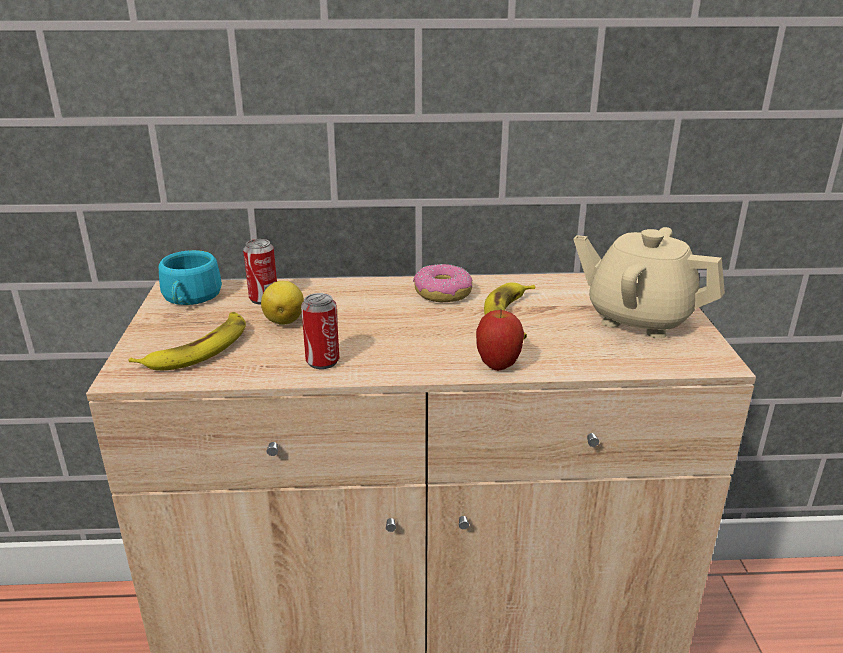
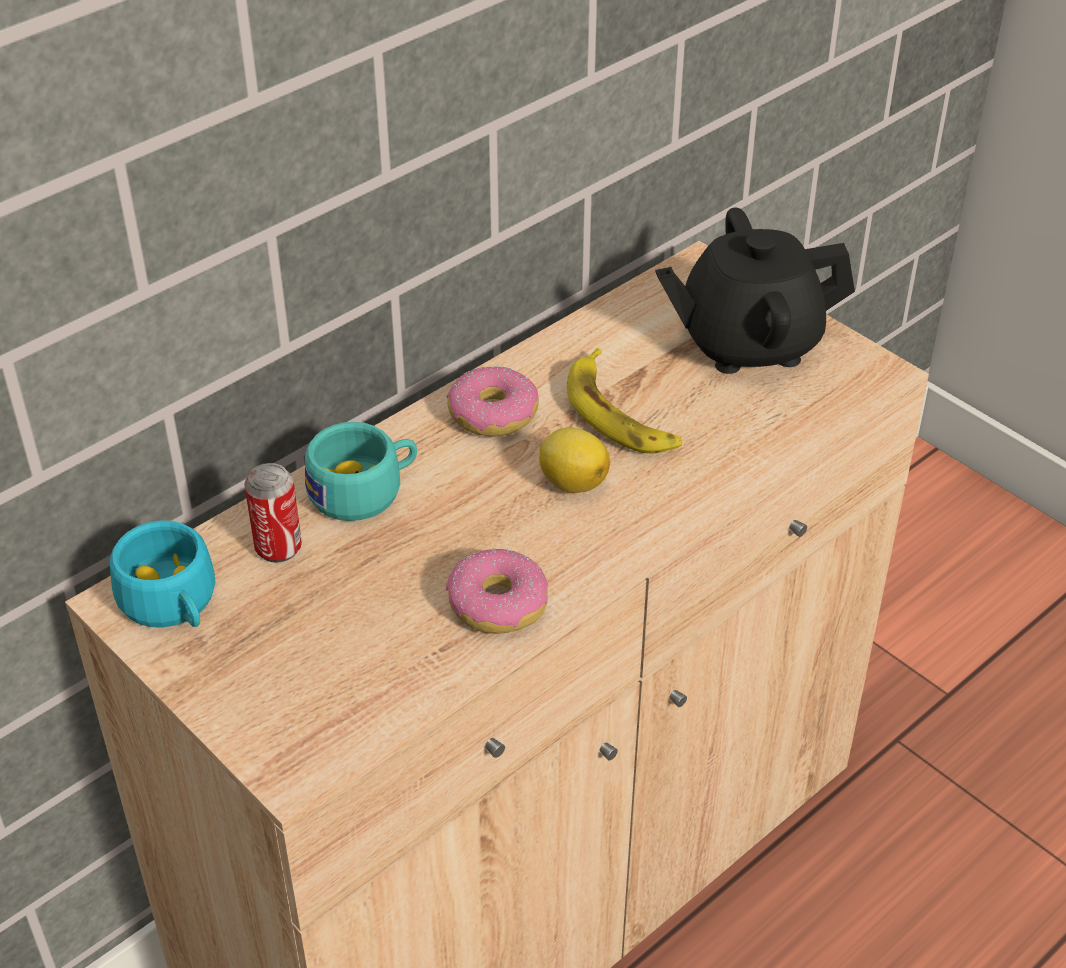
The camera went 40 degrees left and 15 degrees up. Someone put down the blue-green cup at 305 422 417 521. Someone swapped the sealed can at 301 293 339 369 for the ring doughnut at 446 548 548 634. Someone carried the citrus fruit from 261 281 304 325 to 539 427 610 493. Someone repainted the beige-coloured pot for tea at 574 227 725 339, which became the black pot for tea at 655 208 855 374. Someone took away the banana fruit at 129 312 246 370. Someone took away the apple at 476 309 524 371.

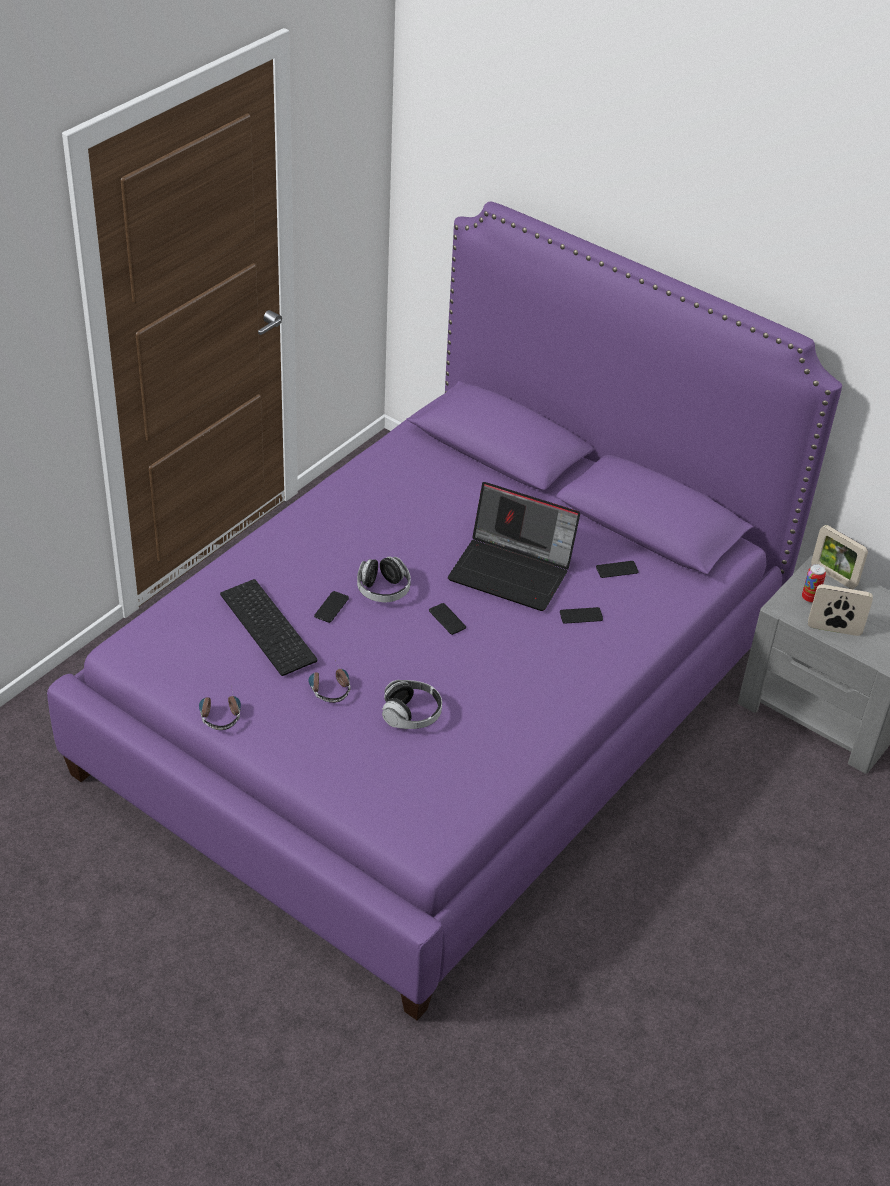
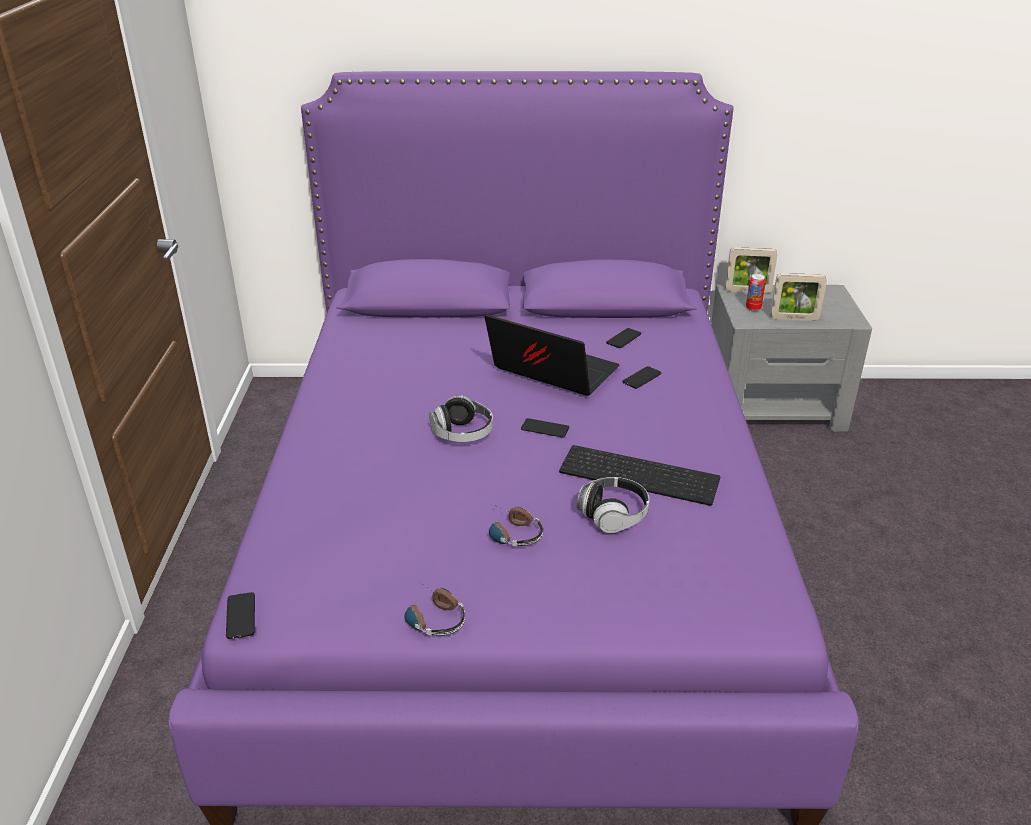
The camera went 35 degrees left and 10 degrees down. Someone carried the phone from 314 591 349 623 to 226 592 255 639. Someone rotated the portable computer at 448 482 580 611 by 135 degrees counterclockwise. Someone carried the computer keyboard from 220 579 318 676 to 559 445 720 506. Someone rotated the picture frame at 808 584 873 636 by 150 degrees counterclockwise.

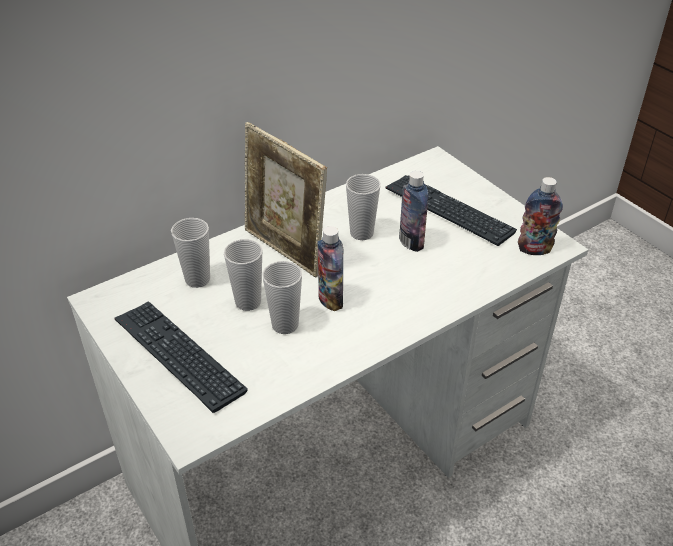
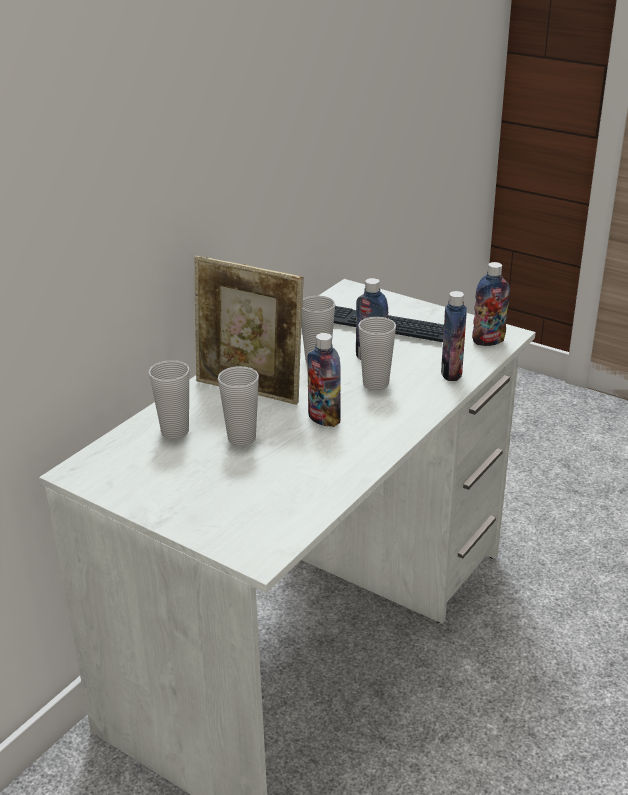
The camera went 20 degrees left and 10 degrees down. Someone carried the cup from 262 261 302 334 to 358 317 396 391. Someone put down the drink bottle at 441 291 467 381. Someone took away the computer keyboard at 114 301 248 413.

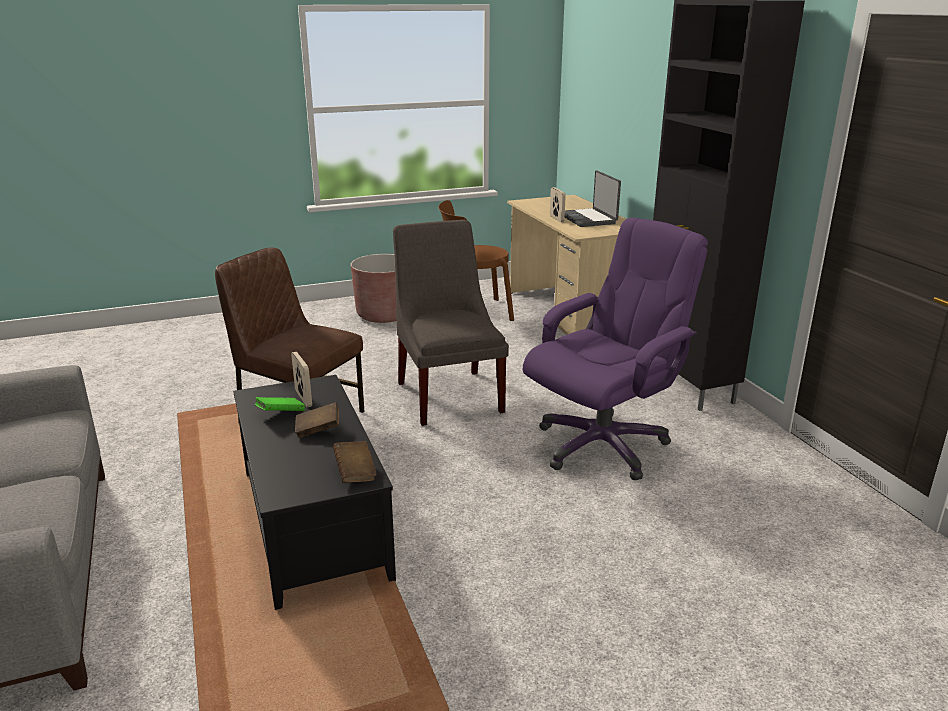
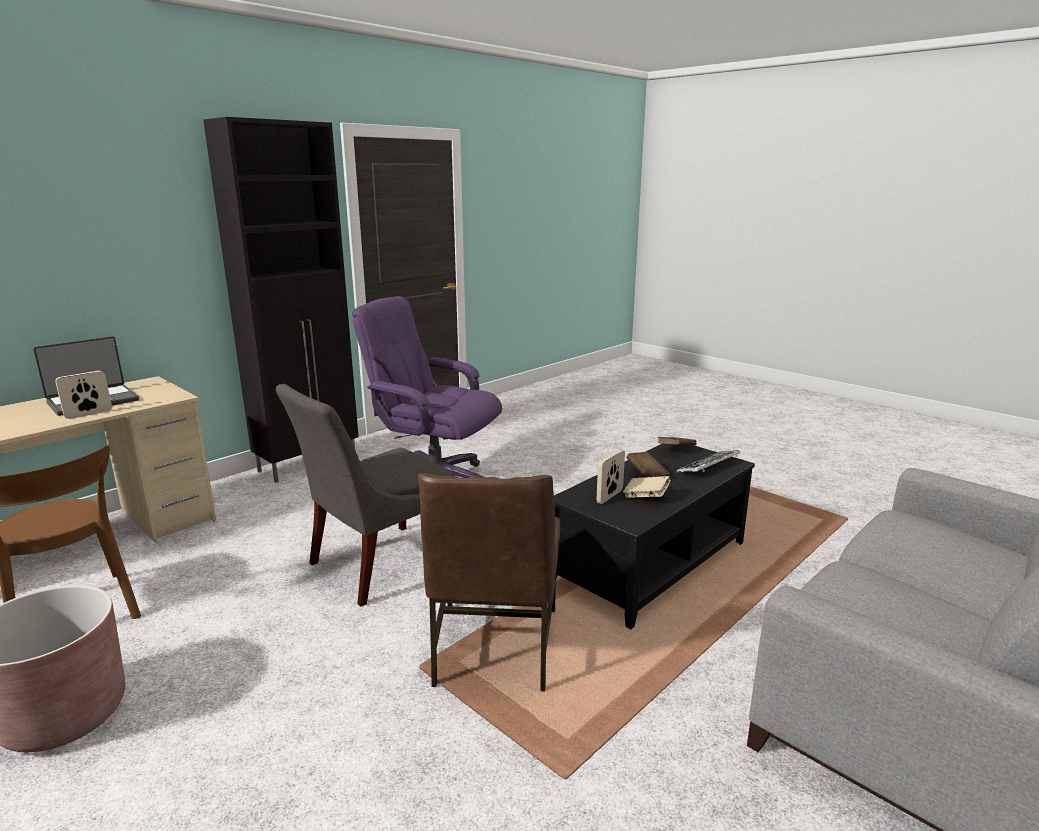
The camera went 115 degrees left and 5 degrees down. Someone repainted the green-coloured bound book at 255 397 305 411, which became the beige-coloured bound book at 623 476 671 498. Someone put down the computer keyboard at 677 450 740 472.

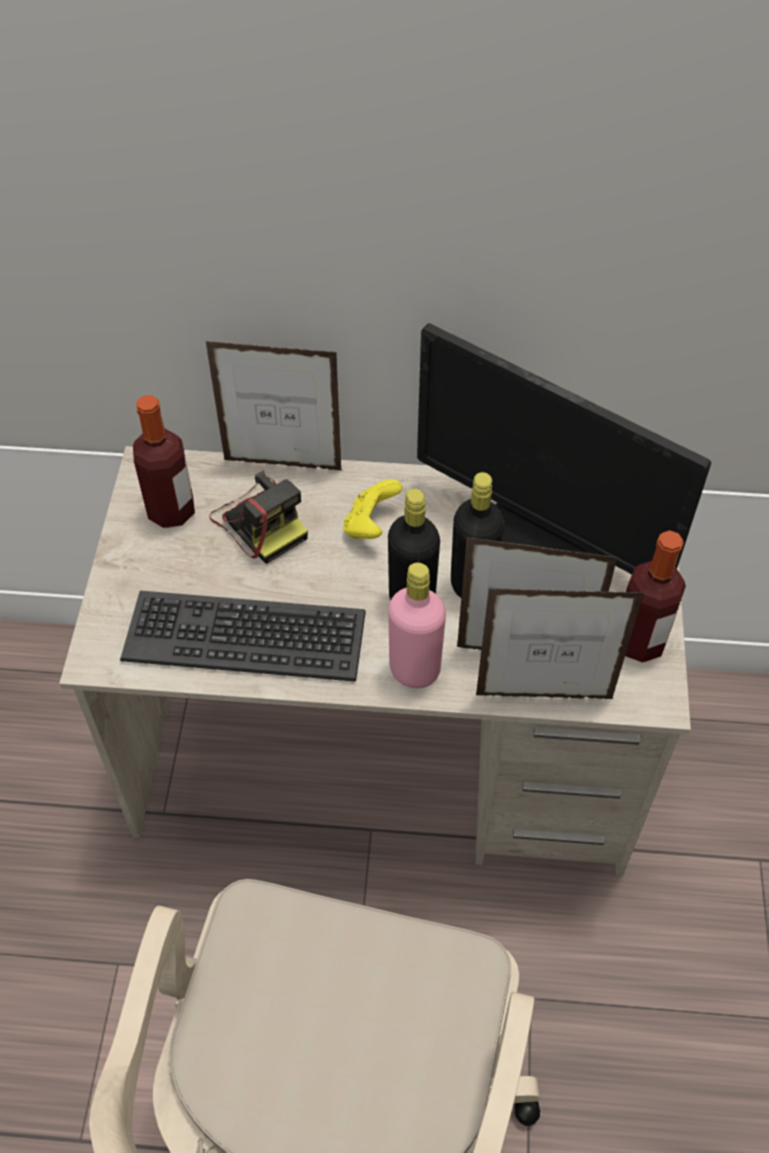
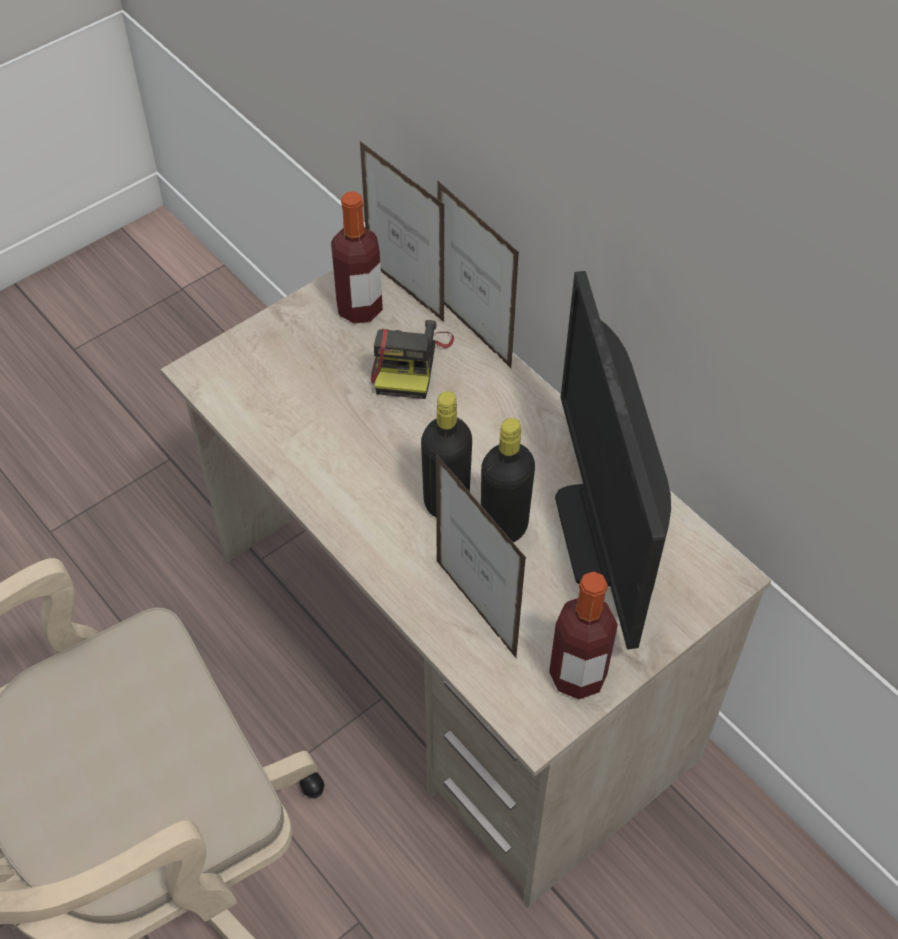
The camera went 45 degrees right and 0 degrees up. Someone carried the picture frame from 476 589 644 699 to 360 141 445 323. Someone took away the computer keyboard at 120 590 366 682. Someone took away the yellow-coloured game controller at 343 479 402 539. Someone took away the pink drink bottle at 388 563 446 688.

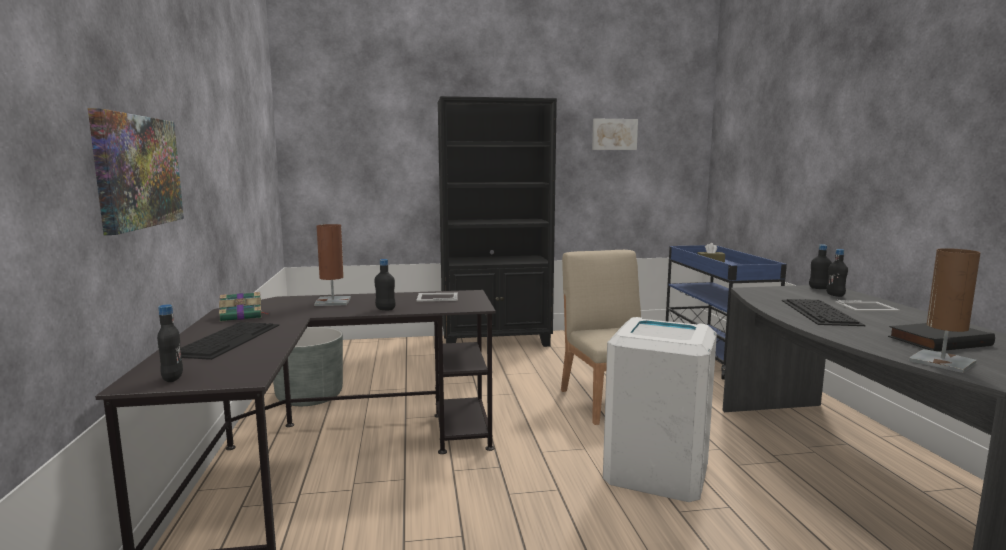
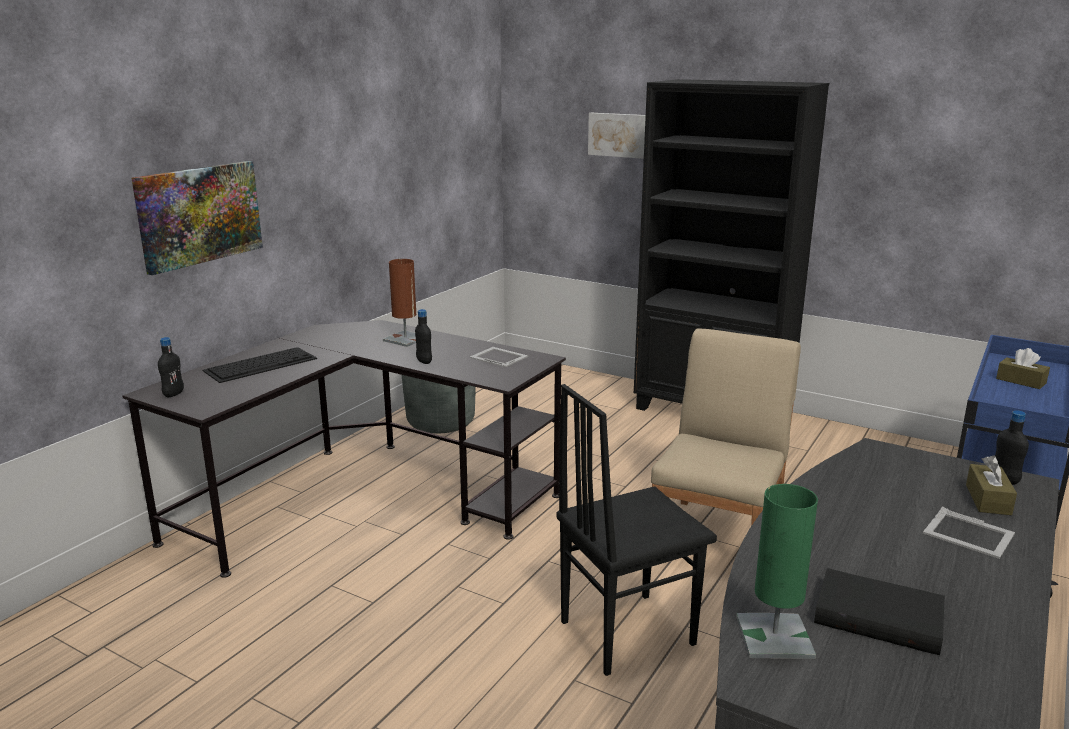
The camera went 40 degrees right and 10 degrees up. Someone swapped the whitish waste bin at 603 317 717 502 for the black plain chair at 556 384 717 676. Someone carried the picture from 592 119 638 150 to 588 113 646 159. Someone repainted the brown lamp for a table at 909 248 981 373, which became the green-coloured lamp for a table at 736 484 818 659. Someone swapped the black drink bottle at 826 249 848 297 for the brown tissue box at 966 455 1017 515. Someone took away the bound book at 219 292 268 322. Someone took away the computer keyboard at 782 299 866 326.

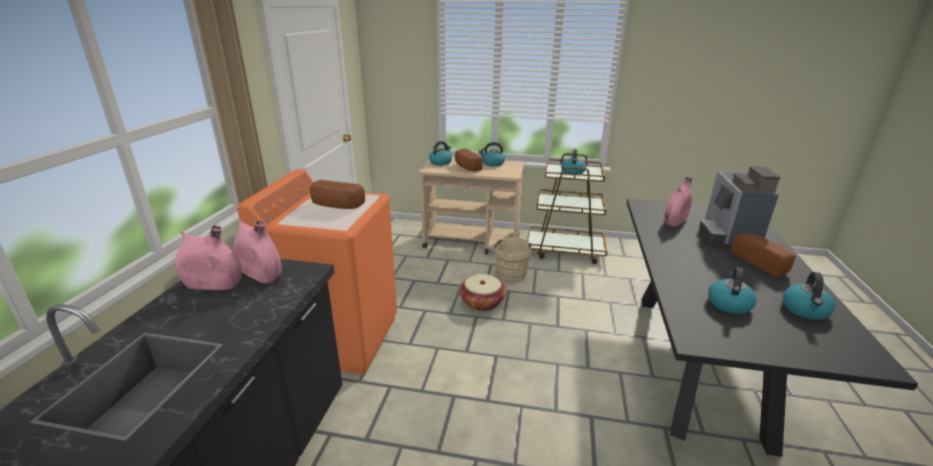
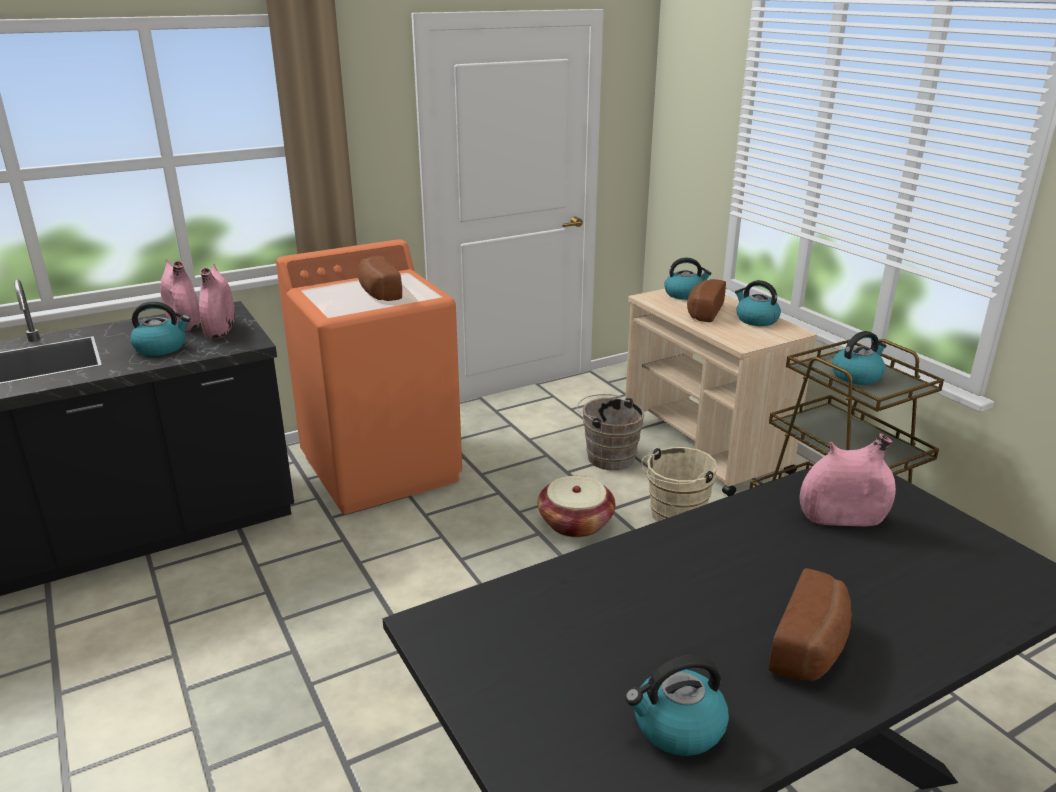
The camera went 50 degrees right and 0 degrees up. Someone carried the water kettle from 708 267 757 314 to 130 302 190 356. Someone put down the brown bucket at 577 394 645 470. Someone took away the coffee machine at 699 166 780 244.

